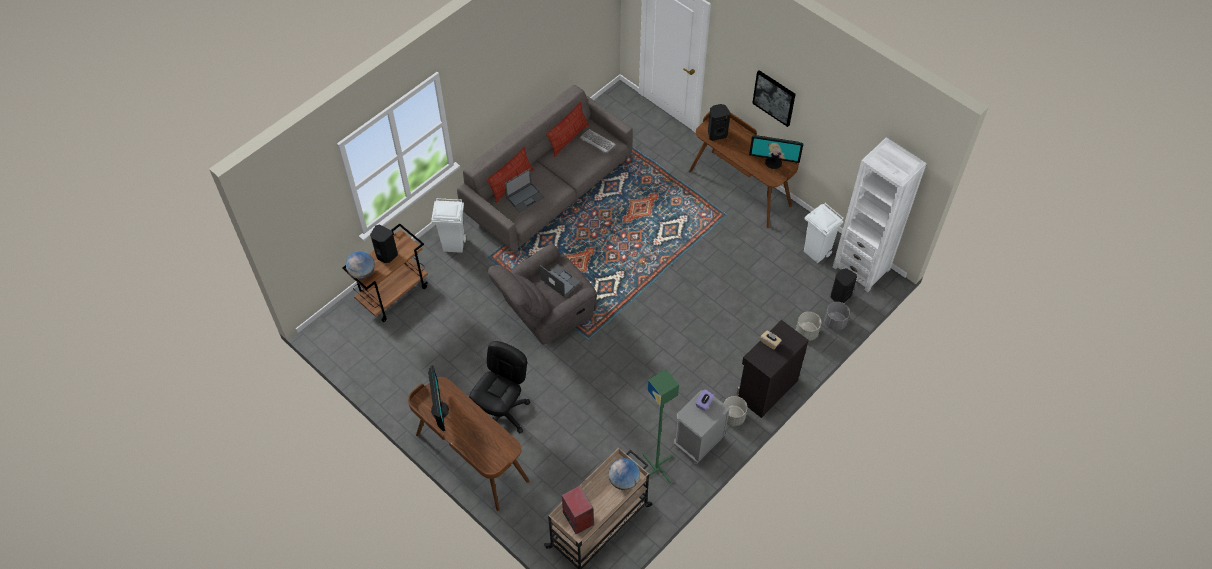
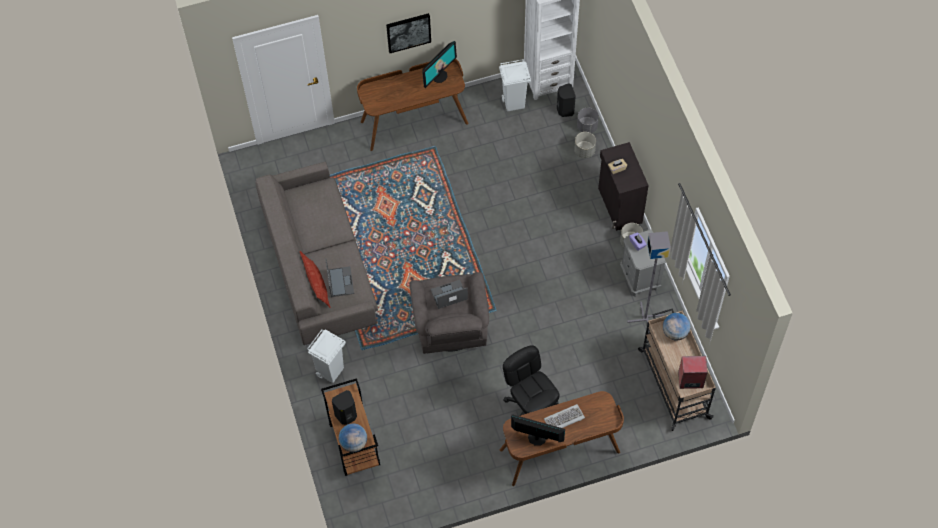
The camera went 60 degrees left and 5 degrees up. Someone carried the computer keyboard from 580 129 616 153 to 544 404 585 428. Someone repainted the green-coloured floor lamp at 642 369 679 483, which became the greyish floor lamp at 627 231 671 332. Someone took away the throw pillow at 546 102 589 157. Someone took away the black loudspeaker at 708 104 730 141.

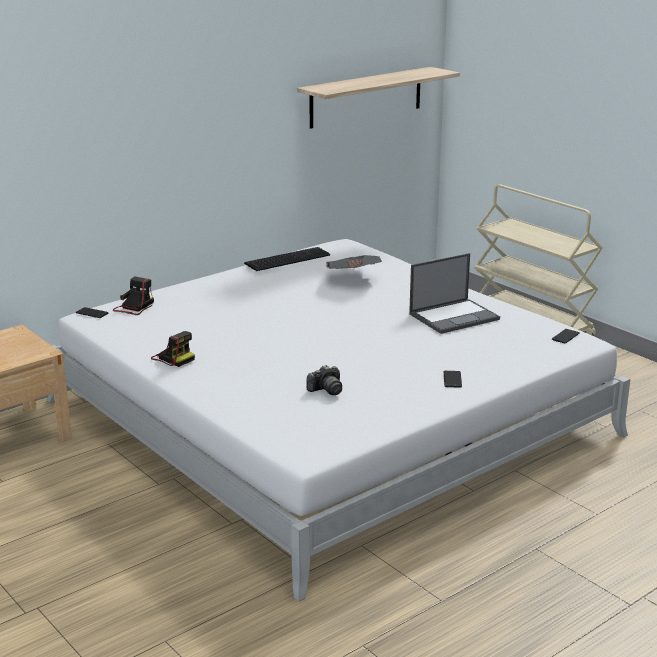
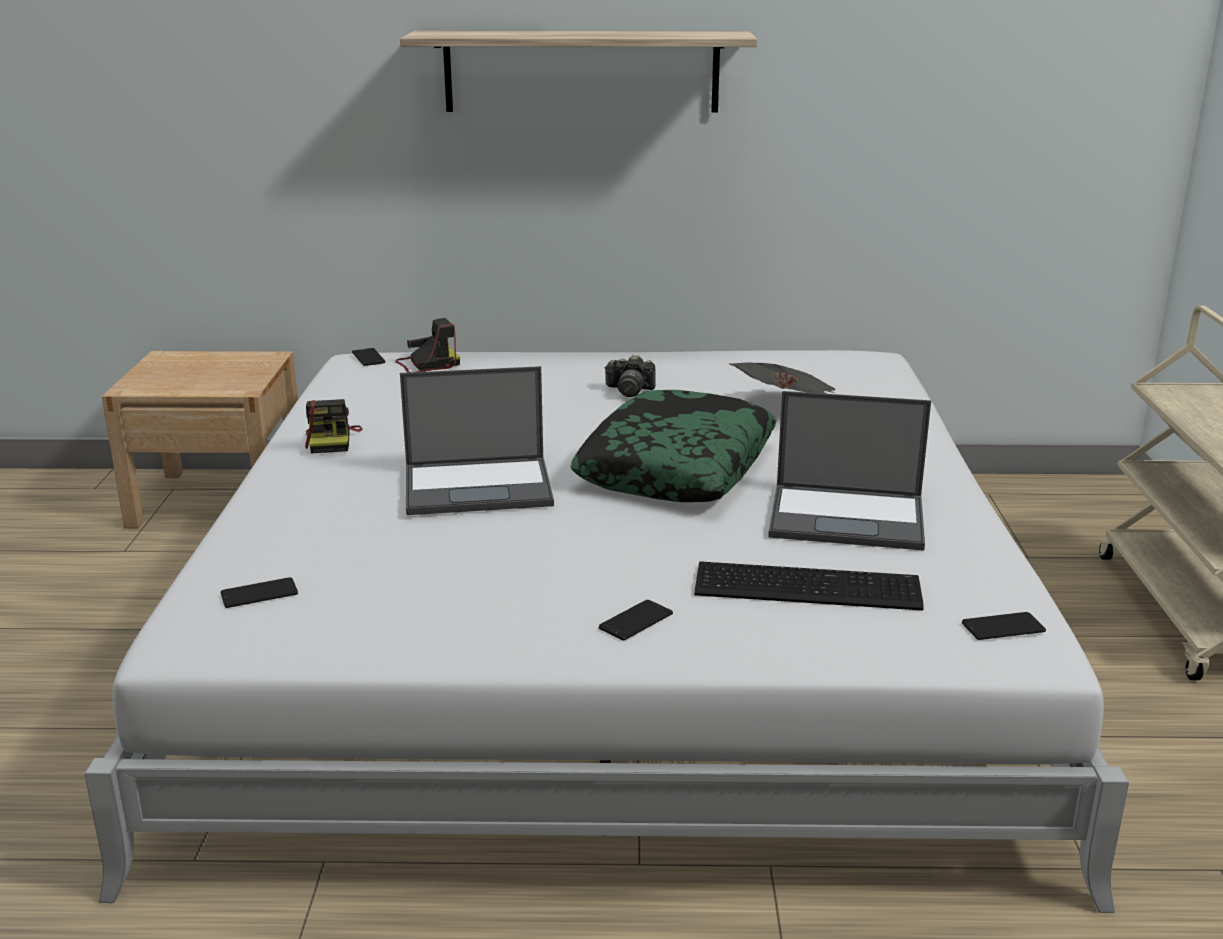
The camera went 40 degrees right and 0 degrees up. Someone put down the phone at 221 577 298 608. Someone carried the shelf from 297 67 460 129 to 400 31 757 112. Someone put down the portable computer at 400 366 554 515. Someone put down the throw pillow at 570 390 777 502. Someone carried the photo camera from 307 365 342 395 to 604 355 656 397. Someone carried the computer keyboard from 244 247 330 271 to 694 561 924 611.

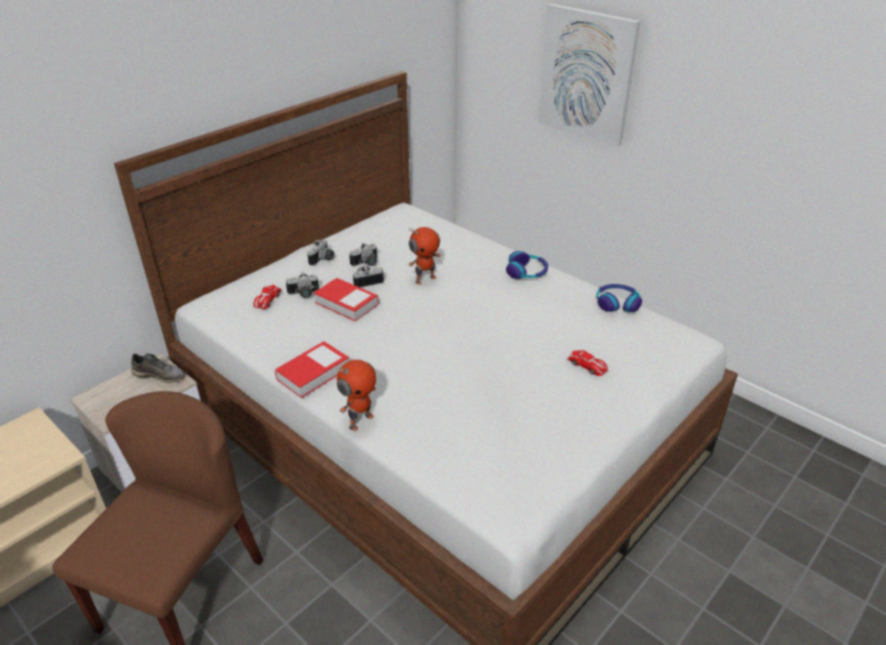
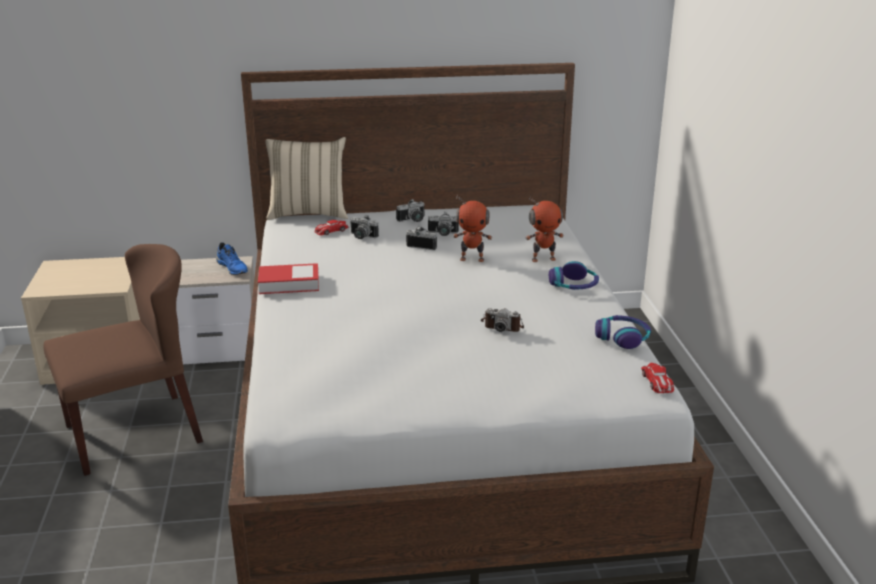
The camera went 40 degrees right and 10 degrees down. Someone repainted the greyish shoe at 131 353 185 383, which became the bluish shoe at 216 242 248 275. Someone put down the beige-coloured throw pillow at 266 137 348 220. Someone put down the photo camera at 481 308 524 332. Someone carried the model robot from 336 360 376 431 to 525 198 564 262. Someone carried the miniature car from 567 350 608 376 to 641 363 674 393. Someone took away the bound book at 313 278 379 321. Someone took away the picture at 538 4 640 147.

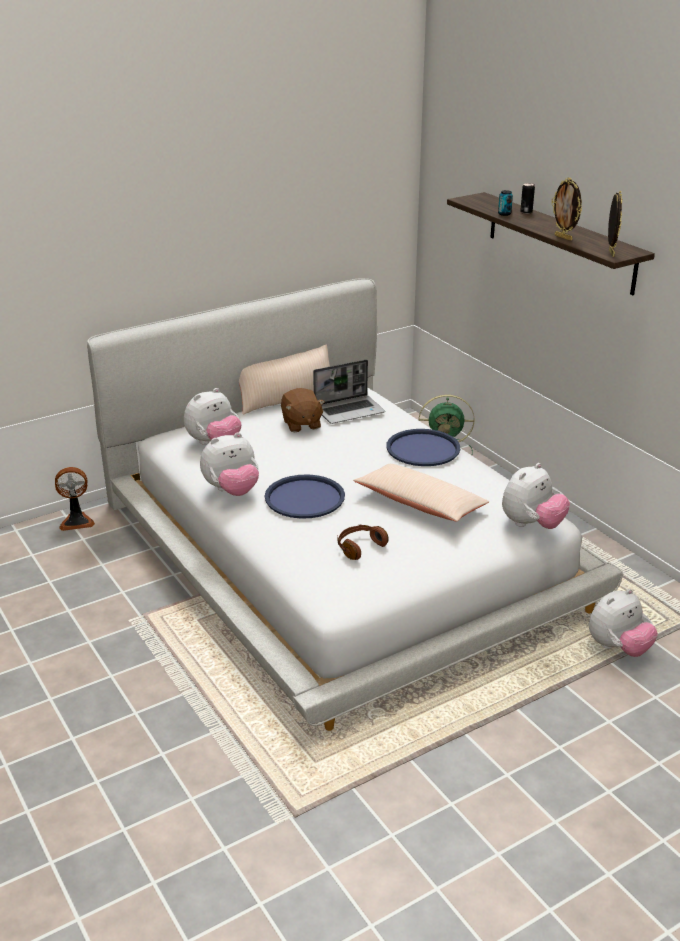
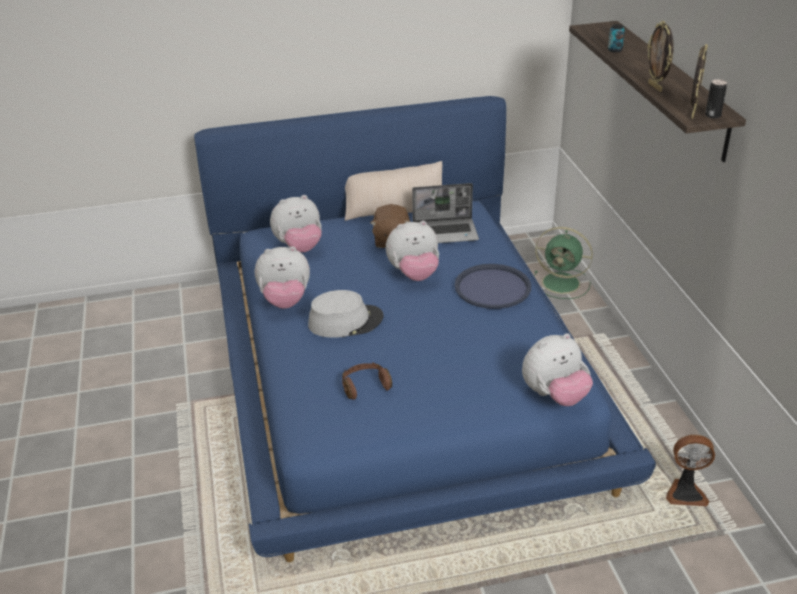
The camera went 20 degrees right and 5 degrees up. Someone repainted the whitish bedroom bed at 87 278 623 731, which became the bluish bedroom bed at 194 96 656 562. Someone swapped the bluish tray at 265 474 345 519 for the greyish hat at 308 290 384 338. Someone carried the cuddly toy from 589 589 658 657 to 386 221 439 281. Someone carried the fan from 55 467 95 531 to 666 435 715 507. Someone carried the sealed can from 520 183 535 214 to 705 79 727 119. Someone took away the beige-coloured throw pillow at 353 464 489 521.

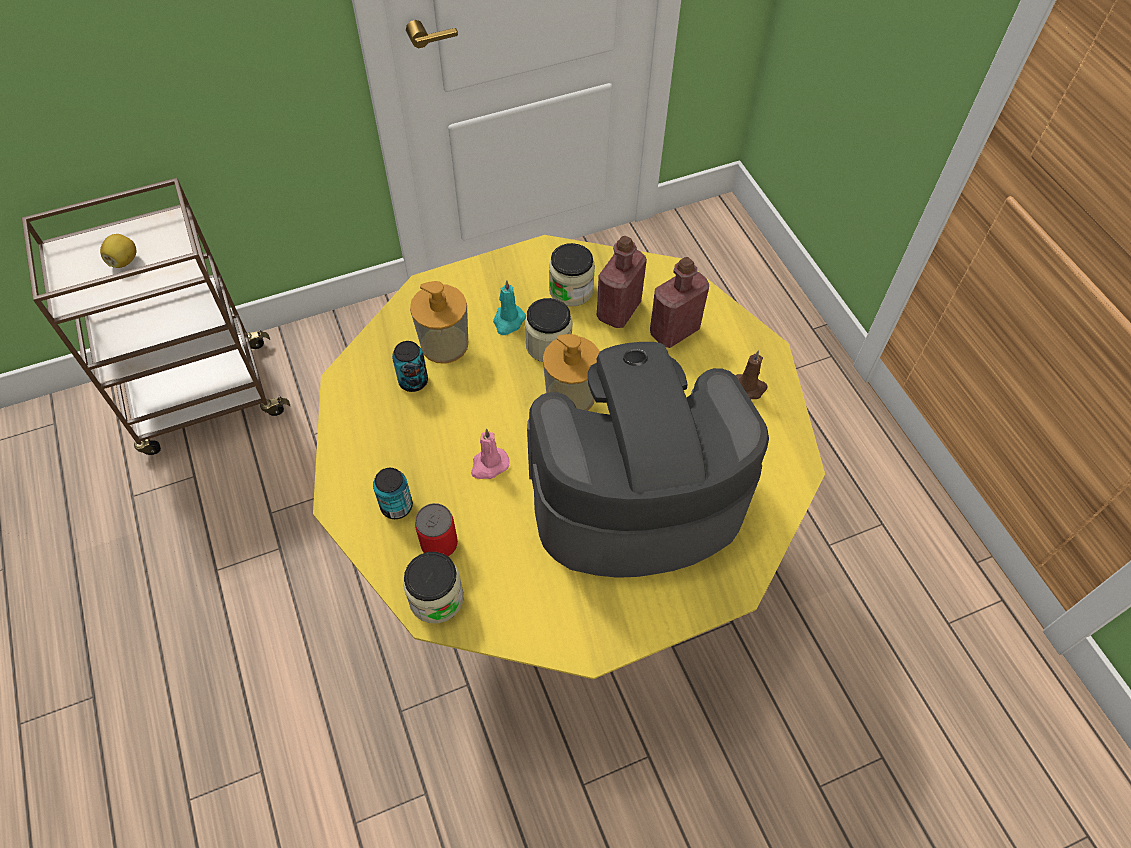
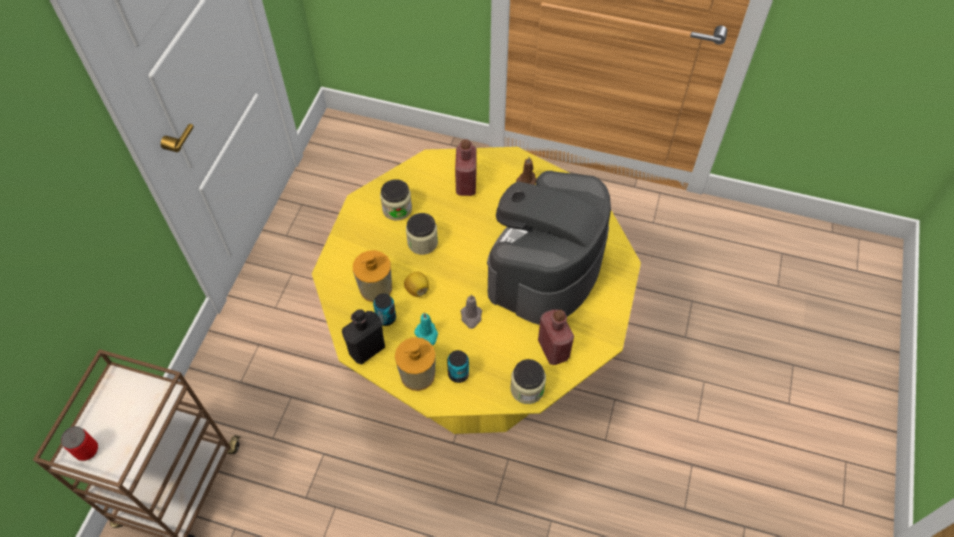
The camera went 50 degrees left and 0 degrees up. Someone carried the sealed can from 415 503 458 556 to 61 426 98 461. Someone put down the black drink bottle at 342 309 385 364. Someone carried the liquid soap bottle from 543 334 600 411 to 395 337 436 391. Someone carried the citrus fruit from 100 234 136 268 to 404 272 429 297. Someone carried the blue-green candle from 493 280 526 335 to 414 312 438 345. Someone repainted the pink candle at 471 429 509 479, which became the greyish candle at 461 294 482 329. Someone carried the red drink bottle from 597 236 647 328 to 538 309 574 365.

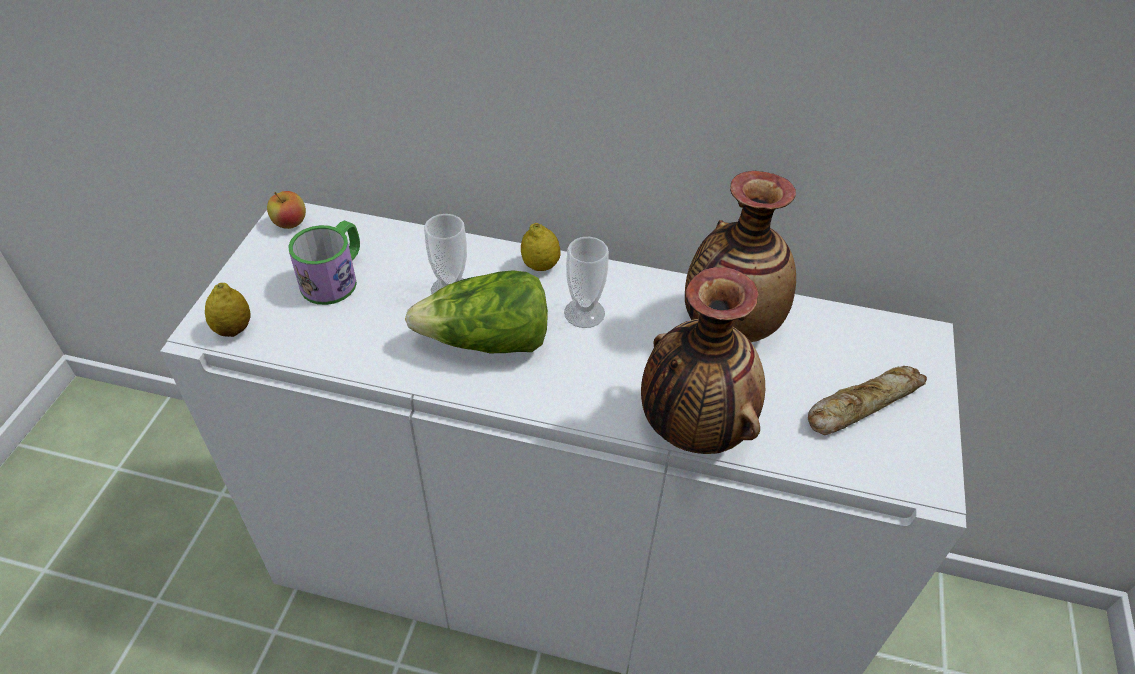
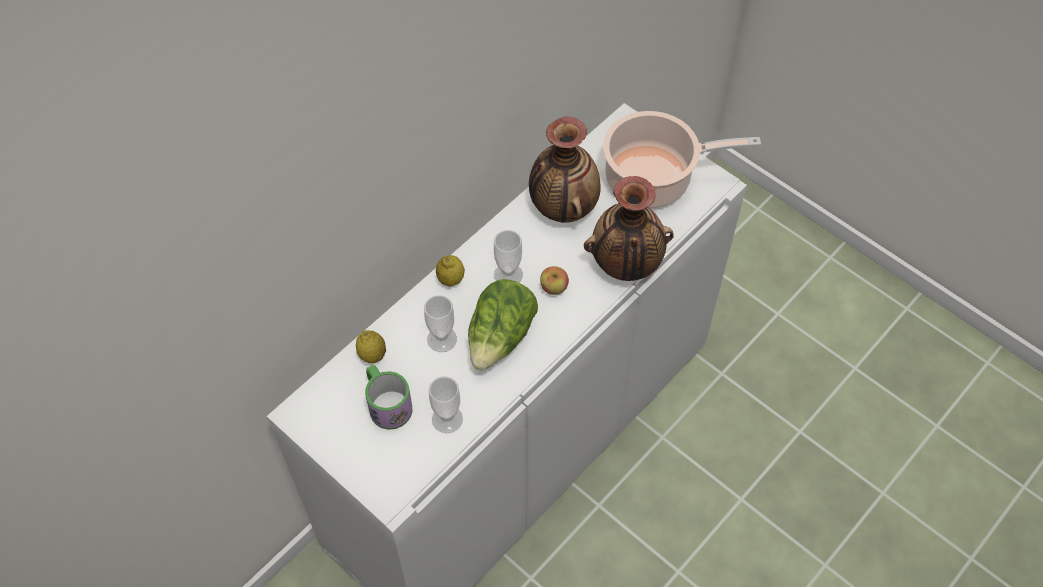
The camera went 60 degrees left and 10 degrees up. Someone carried the citrus fruit from 205 283 251 337 to 356 330 386 363. Someone put down the cup at 429 376 463 433. Someone carried the apple from 267 191 306 229 to 540 266 569 295. Someone swapped the baked bread at 808 366 927 435 for the cooking pot at 603 111 761 209.

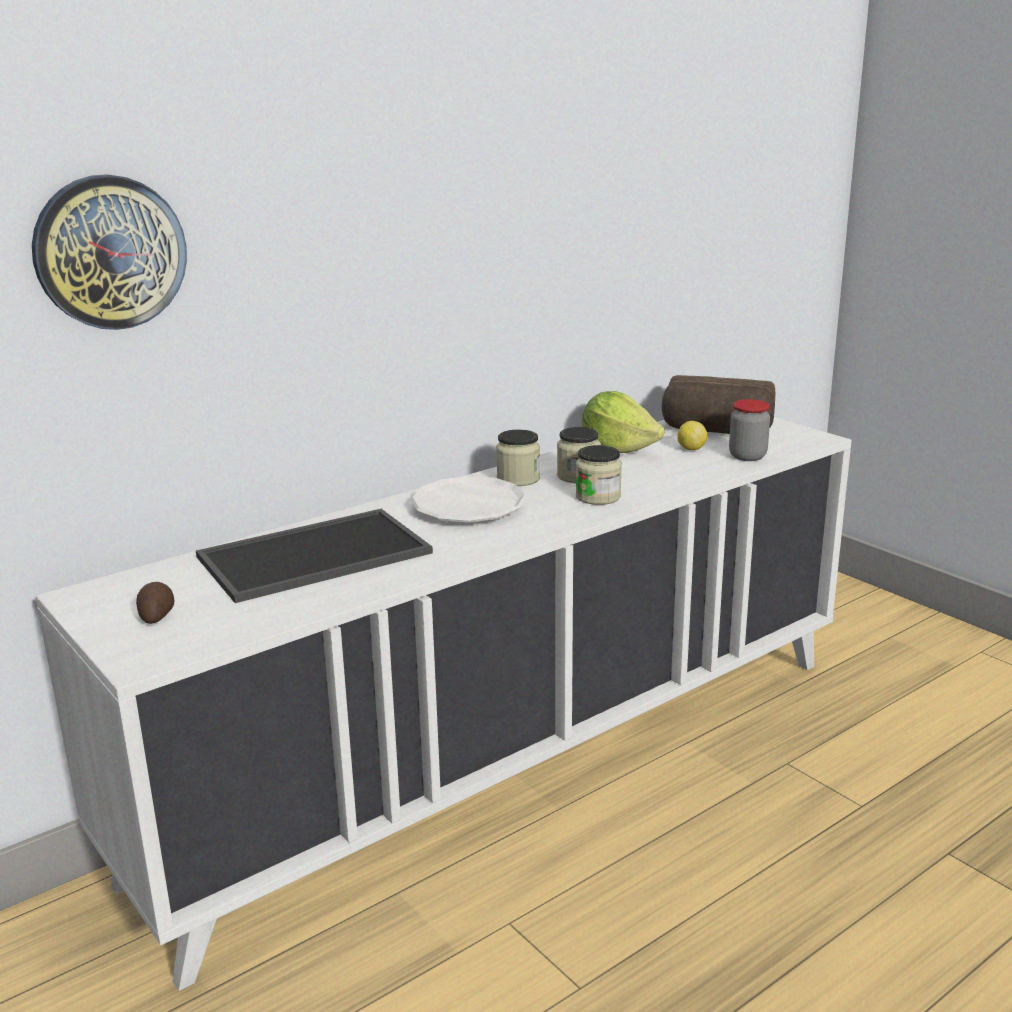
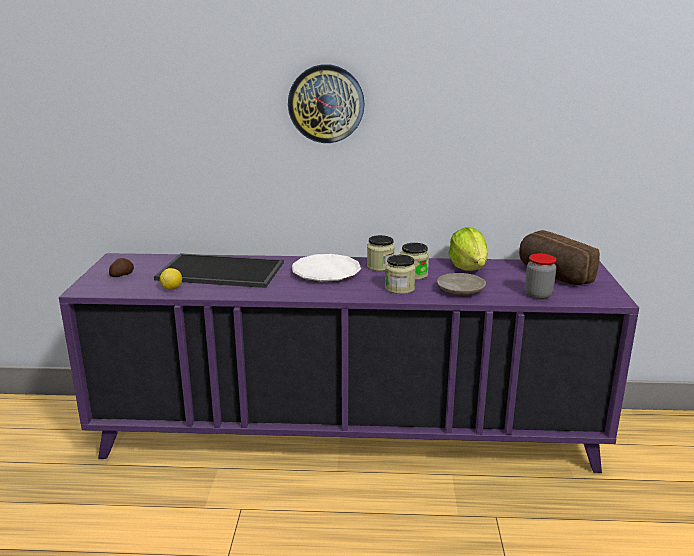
The camera went 40 degrees right and 0 degrees up. Someone repainted the whitish cabinet at 36 417 852 991, which became the purplish cabinet at 59 253 639 473. Someone carried the citrus fruit from 677 421 707 450 to 160 268 182 290. Someone carried the clock on the wall from 32 174 187 330 to 288 64 365 143. Someone put down the beige-coloured dinner plate at 437 273 486 295.

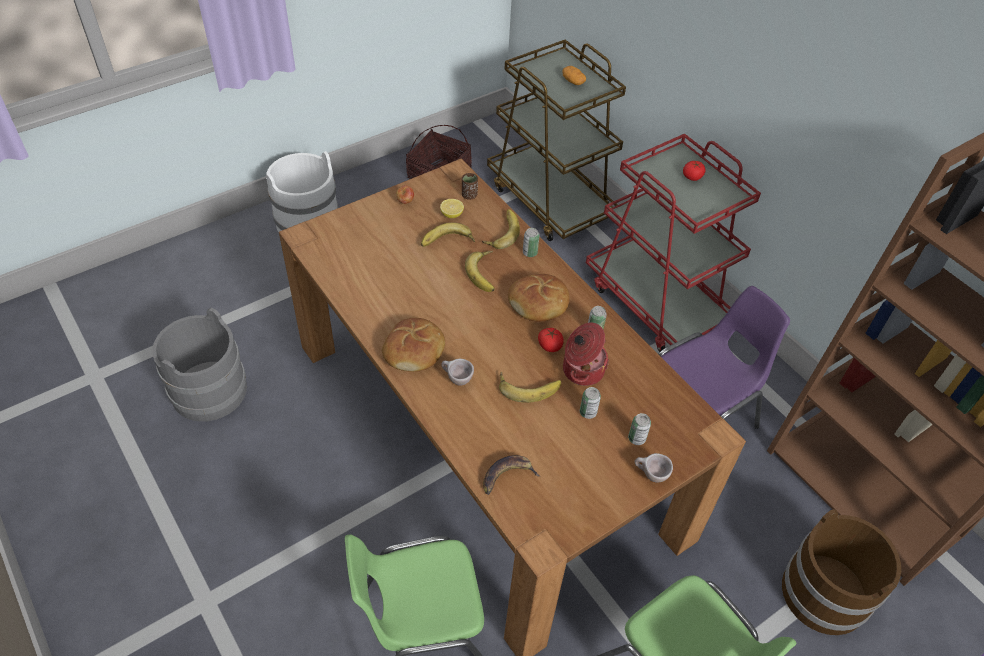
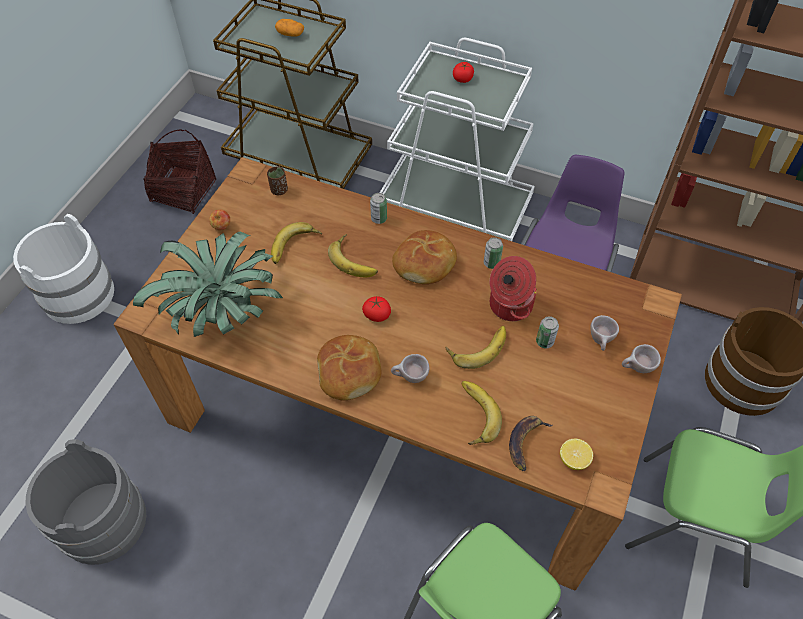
The camera went 30 degrees left and 5 degrees up. Someone put down the potted plant at 133 231 283 337. Someone carried the fresh tomato from 538 328 564 352 to 362 296 391 322. Someone repainted the red cart at 586 134 761 352, which became the whitish cart at 380 38 535 241. Someone carried the banana fruit from 482 209 520 249 to 462 381 502 445. Someone carried the citrus fruit from 440 199 464 218 to 560 439 593 470. Someone swapped the sealed can at 628 413 651 445 for the beige-coloured cup at 590 315 619 351.

